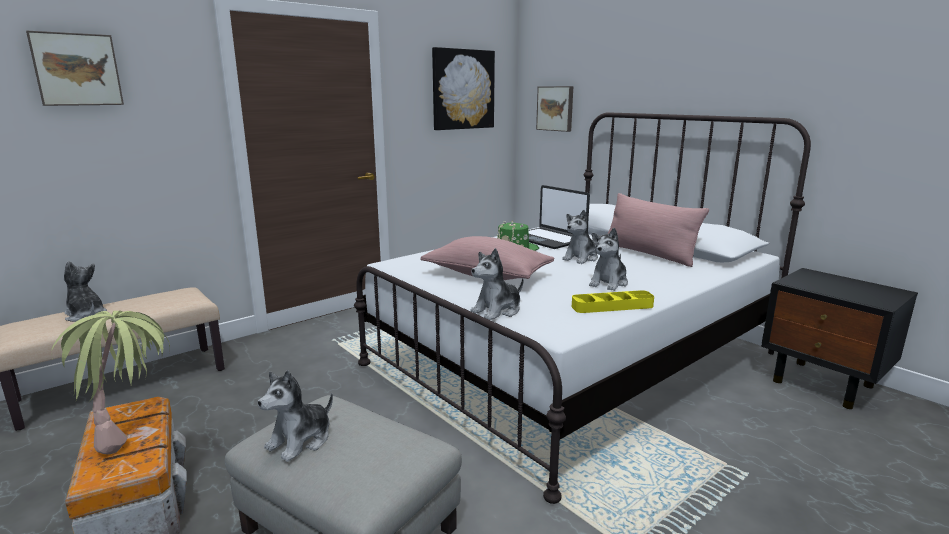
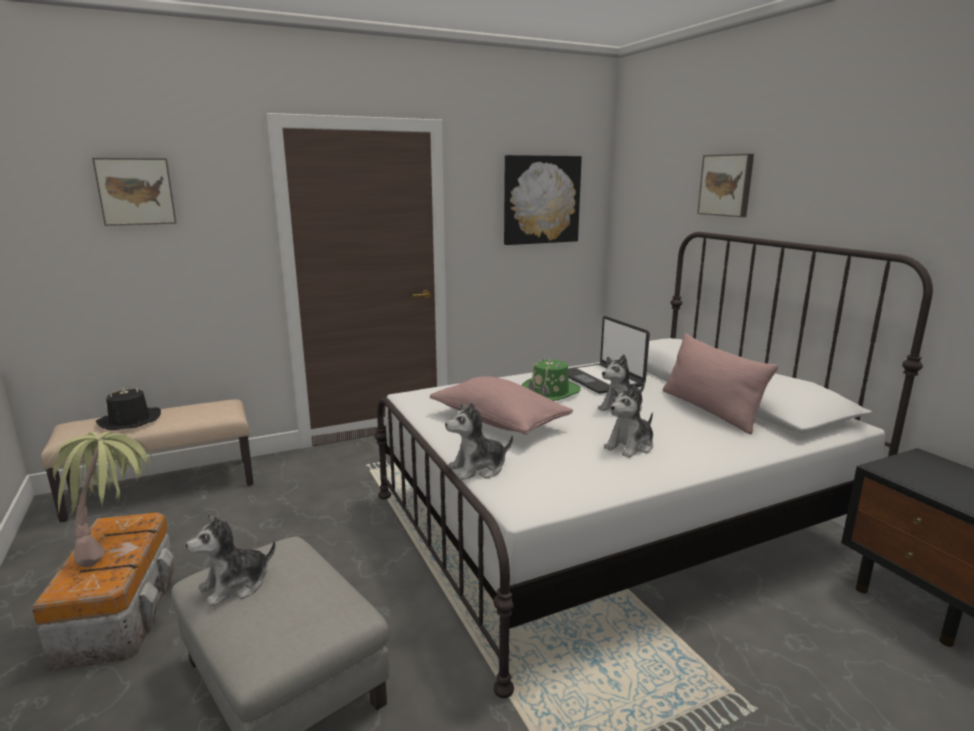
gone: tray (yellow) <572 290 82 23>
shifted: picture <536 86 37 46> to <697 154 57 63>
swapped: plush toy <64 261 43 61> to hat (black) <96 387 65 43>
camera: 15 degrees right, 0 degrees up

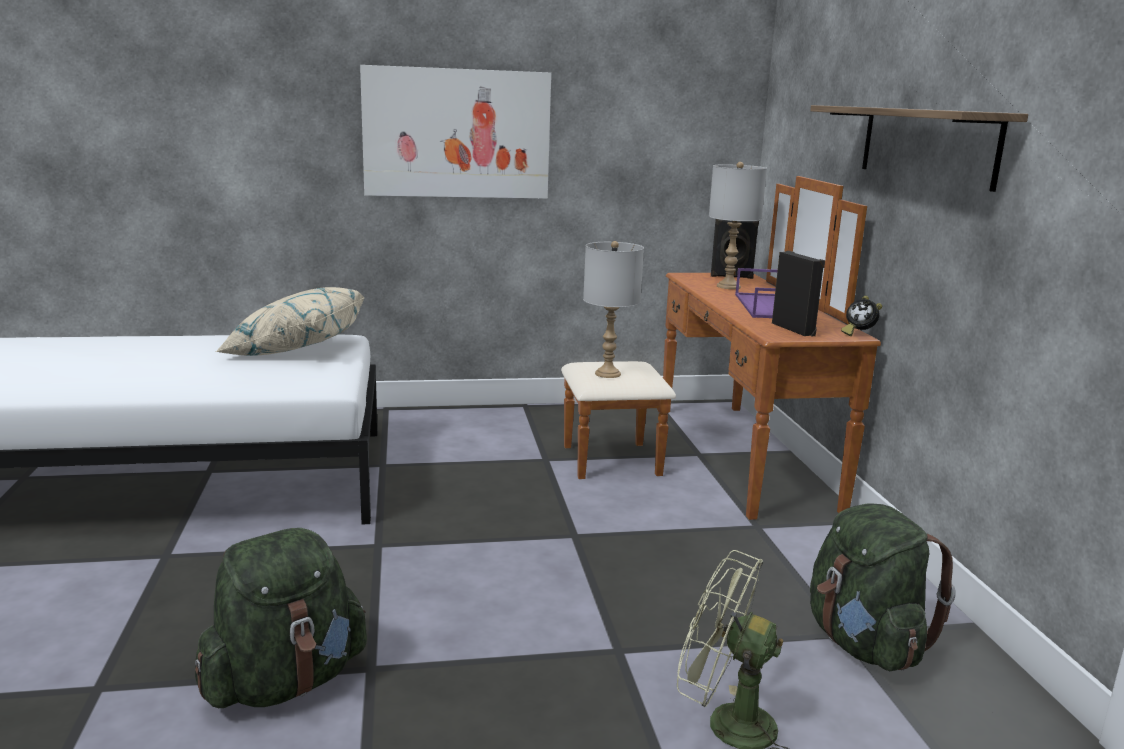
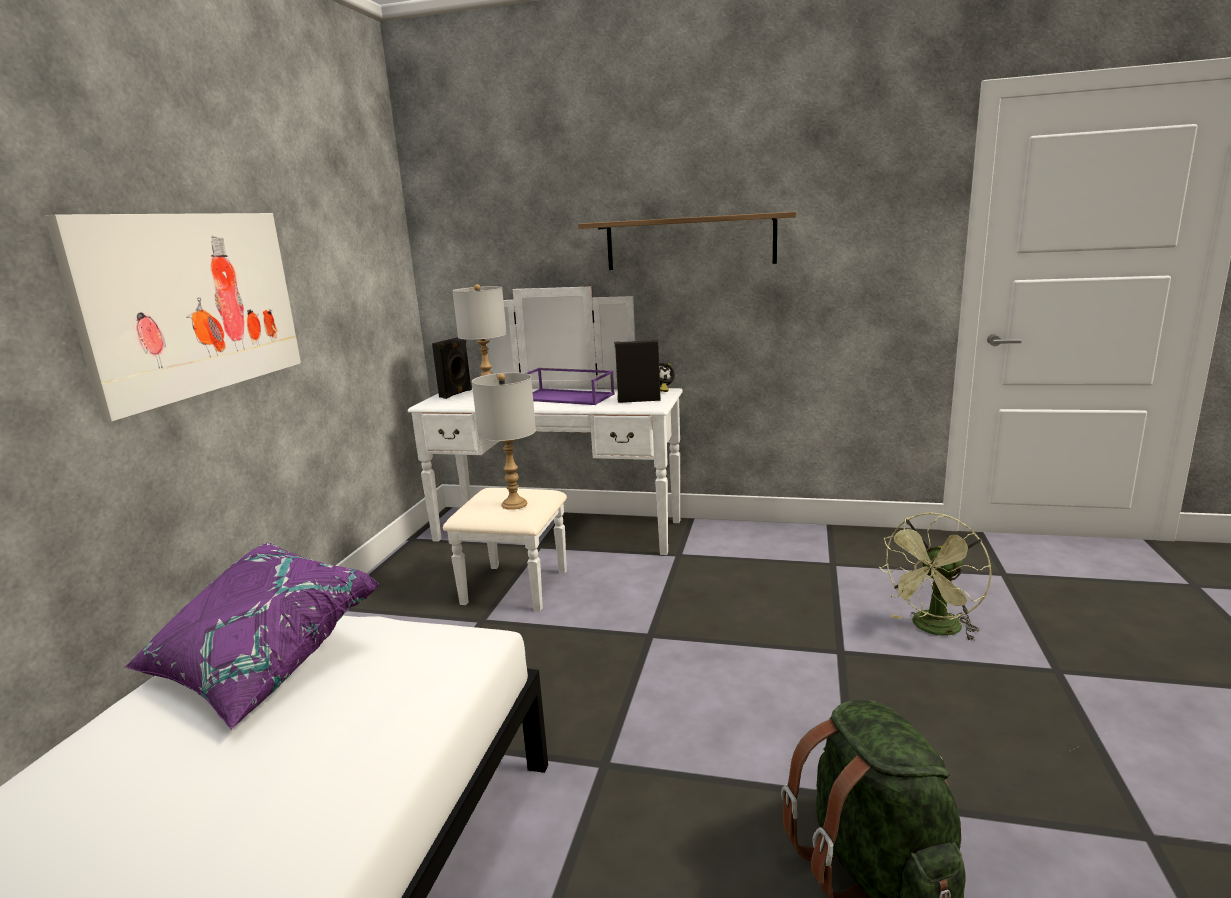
gone: backpack (green) <810 503 145 168>
repainted: pillow (beige) <216 287 149 69> to pillow (purple) <125 543 255 187>; dresser (brown) <561 176 320 344> to dresser (white) <408 286 275 325>
camera: 65 degrees left, 0 degrees up

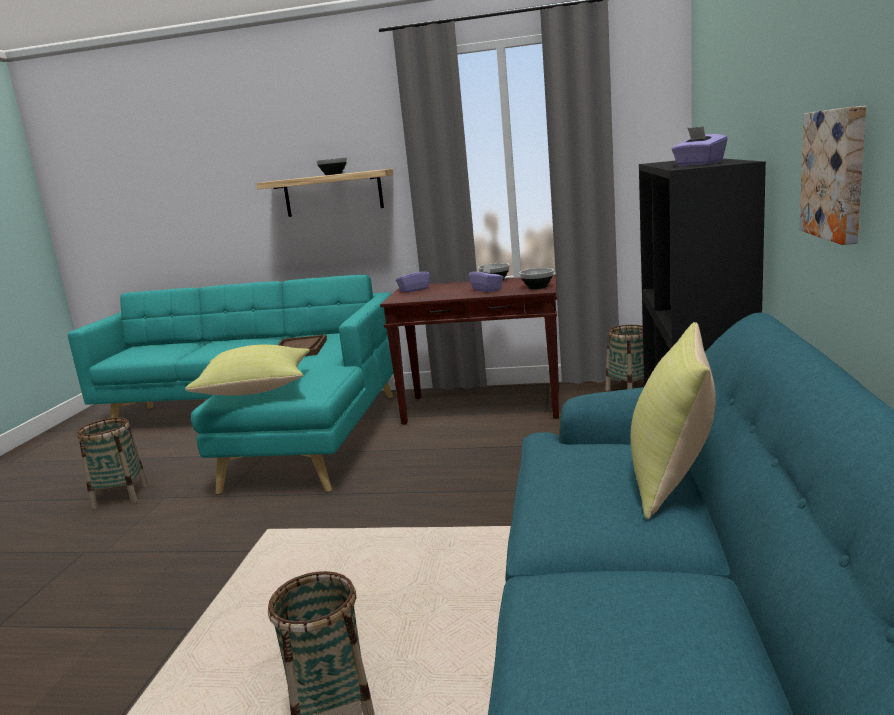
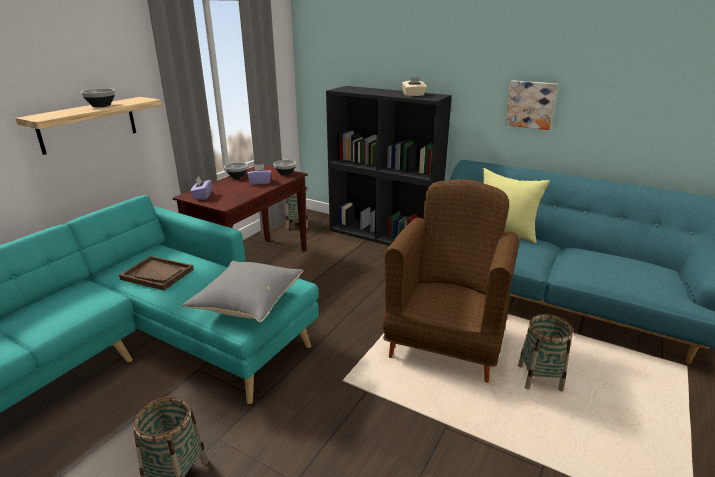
new: armchair (brown) <382 179 138 204>
repainted: pillow (yellow) <185 345 125 51> to pillow (grey) <182 261 121 61>; tissue box (purple) <672 126 56 40> to tissue box (beige) <402 77 25 19>
camera: 70 degrees left, 10 degrees up

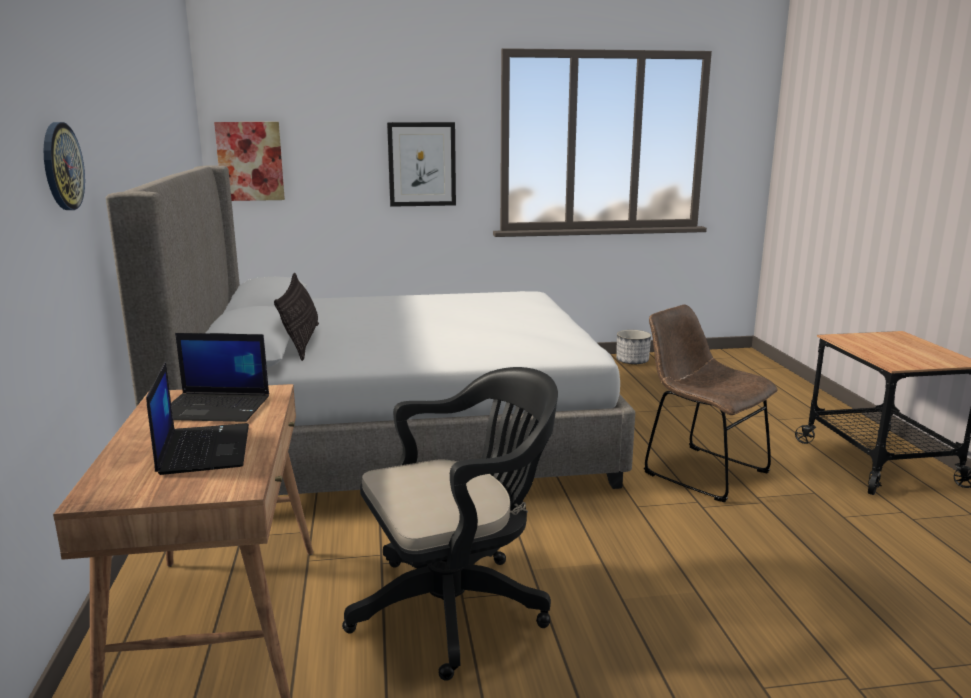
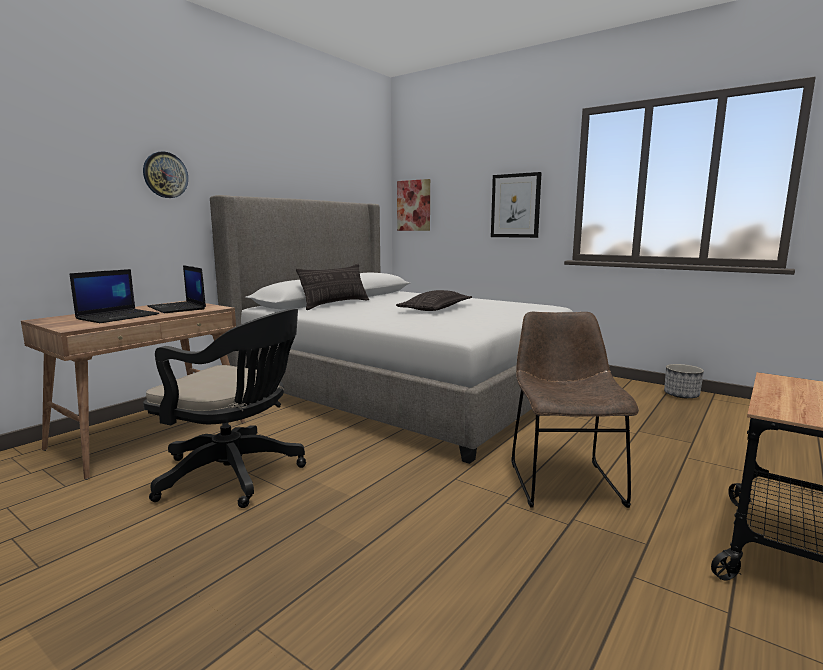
new: pillow <396 290 76 21>
camera: 45 degrees right, 5 degrees down

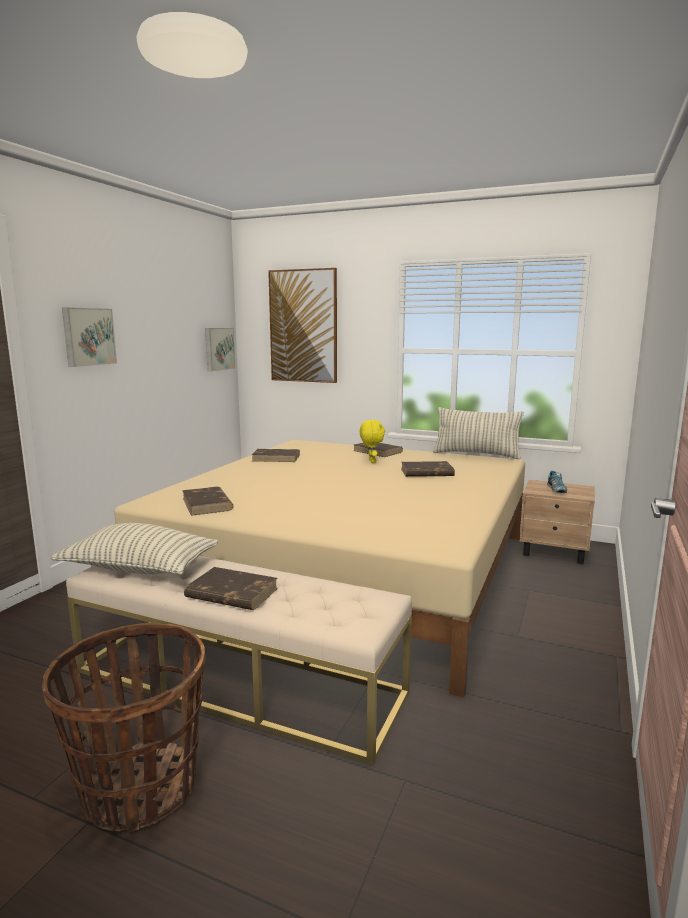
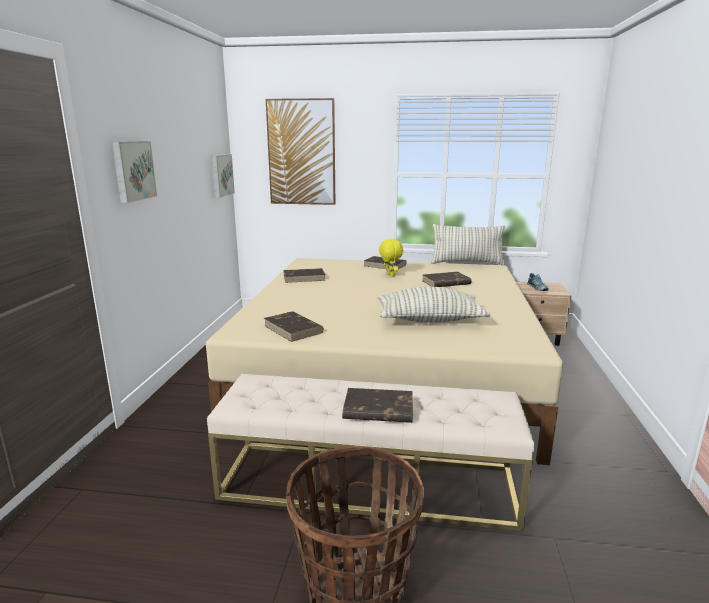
shifted: pillow <51 523 167 52> to <378 287 112 36>
camera: 15 degrees left, 5 degrees up

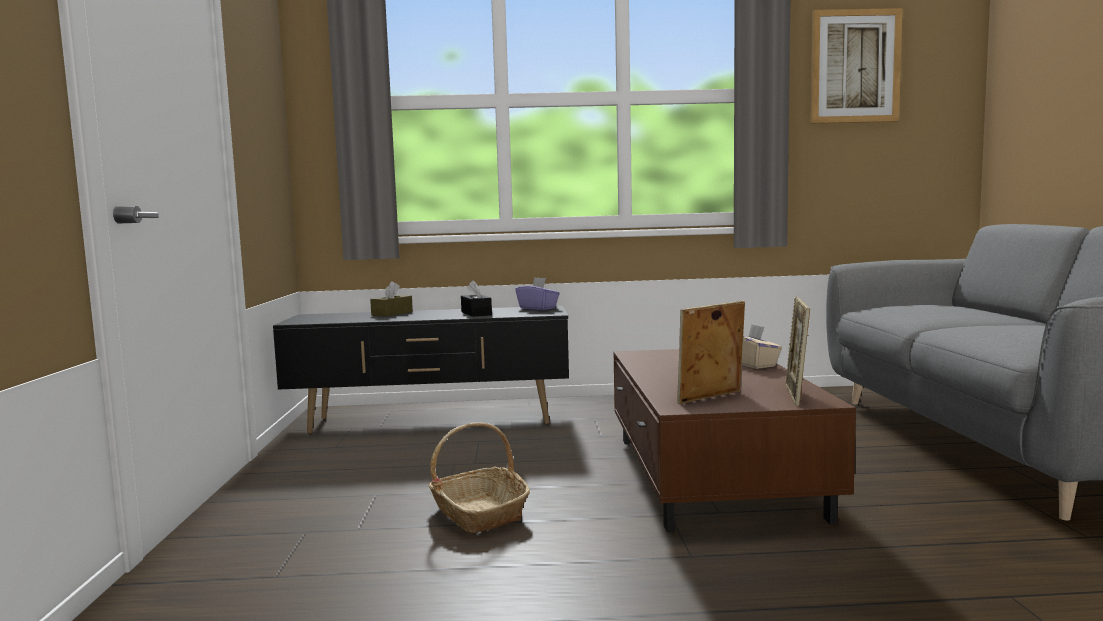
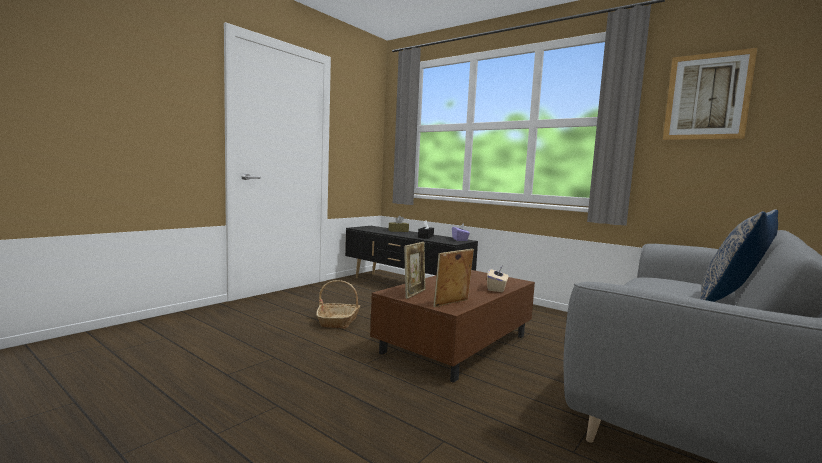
new: pillow <700 209 78 93>
rotated: picture frame <677 301 68 103> = <404 242 21 57> 105 degrees clockwise
camera: 40 degrees right, 0 degrees up

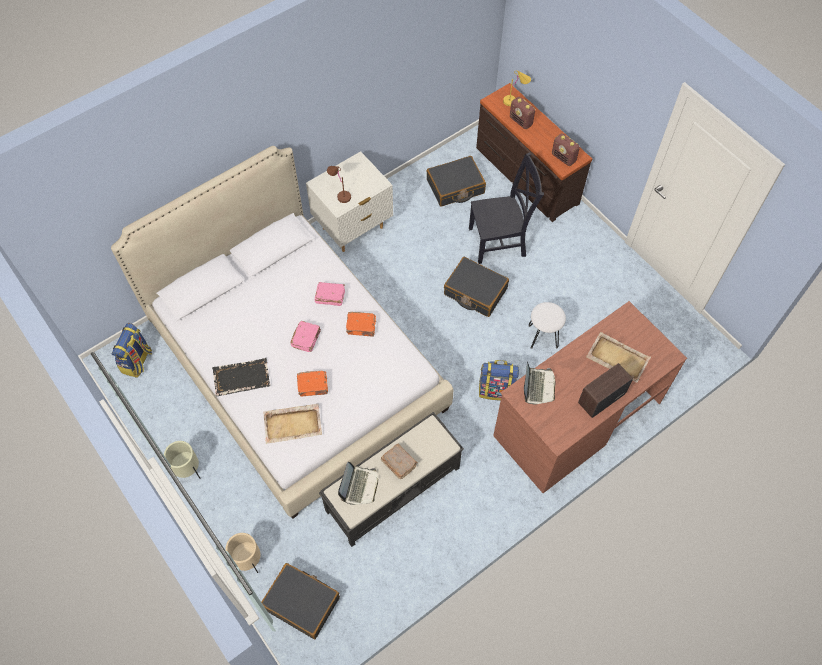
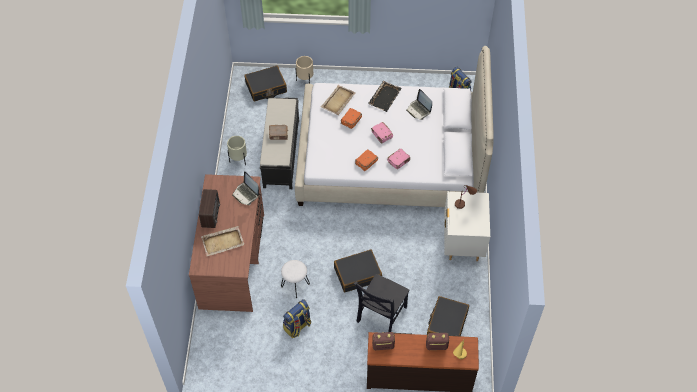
shifted: planter (beige) <164 441 36 38> to <227 136 20 29>; laptop <338 462 40 43> to <406 89 26 31>; backpack <479 360 40 41> to <283 299 28 39>
camera: 130 degrees right, 5 degrees down

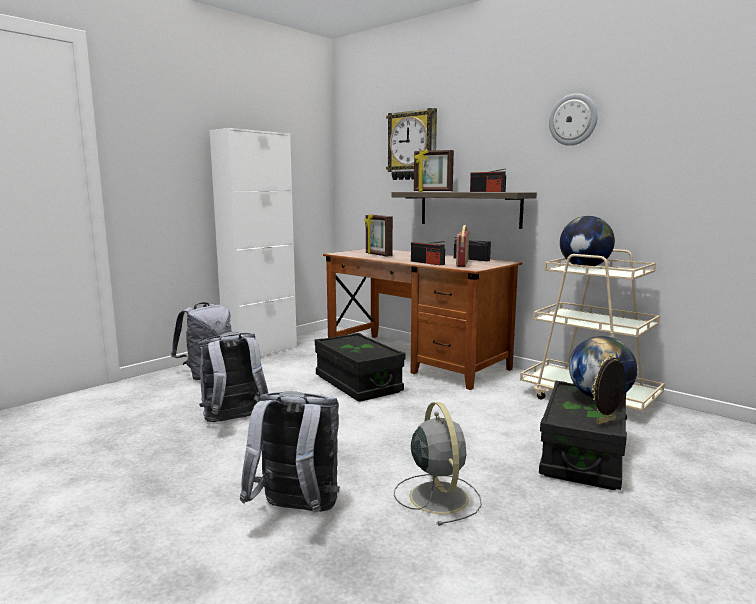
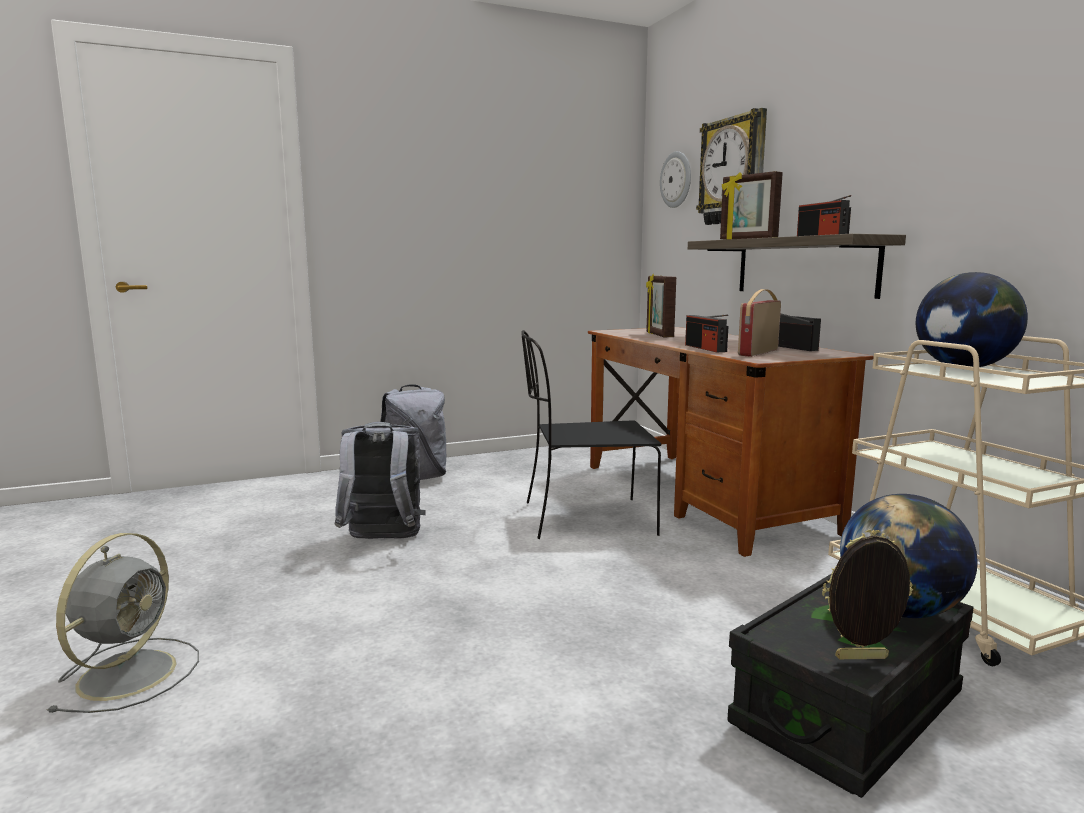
gone: cabinet (white) <210 128 87 229>; backpack (grey) <240 391 100 122>
shifted: fan (grey) <394 402 88 124> to <46 533 153 180>; wall clock <549 93 49 53> to <660 151 31 57>
swapped: storage box (black) <315 333 91 69> to chair (black) <522 330 139 209>
camera: 25 degrees right, 0 degrees up

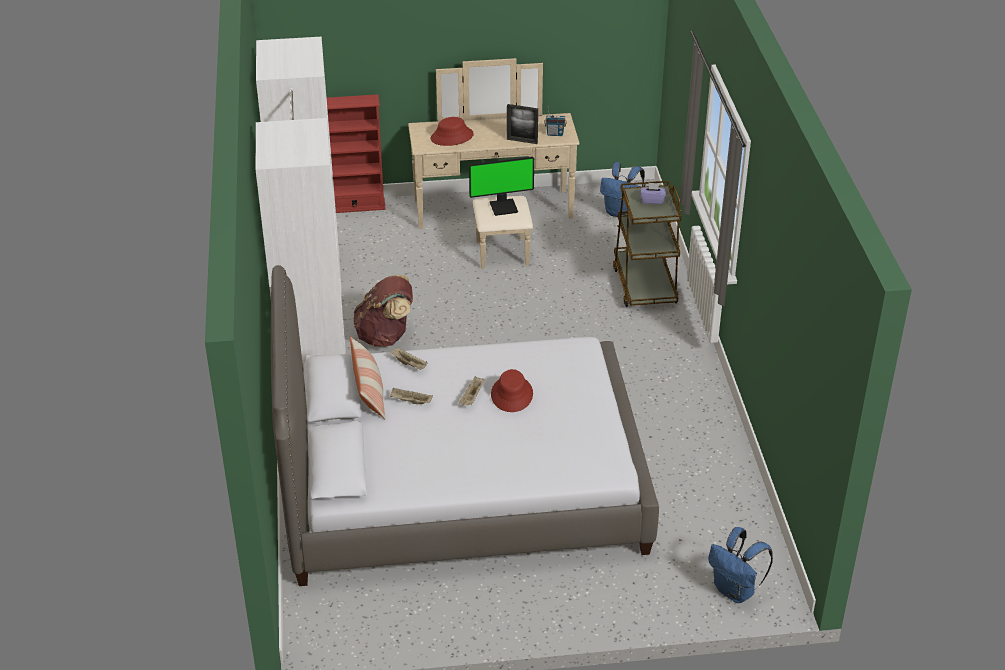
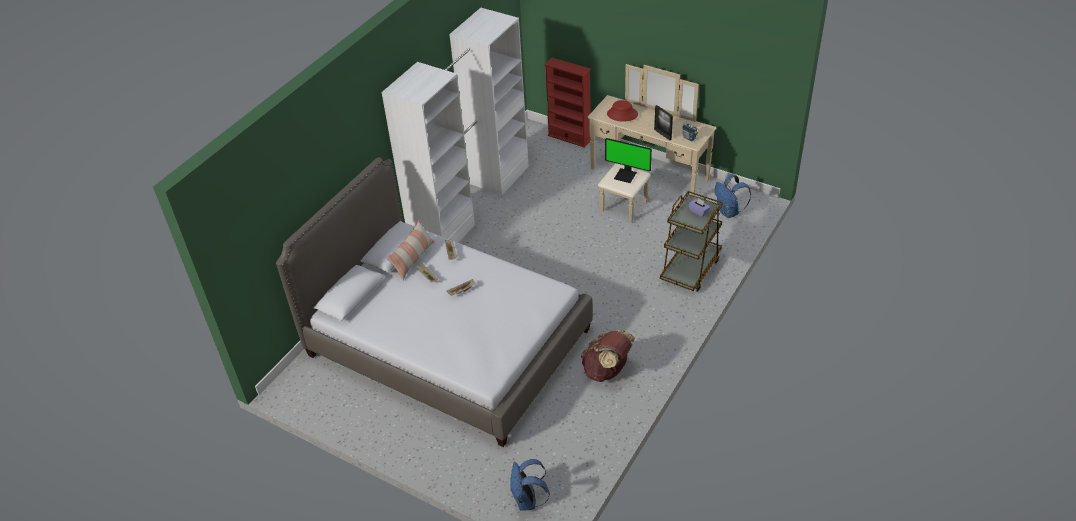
gone: hat (red) <491 369 42 43>
shifted: backpack (brown) <354 275 59 72> to <581 330 54 52>
camera: 40 degrees right, 5 degrees up

